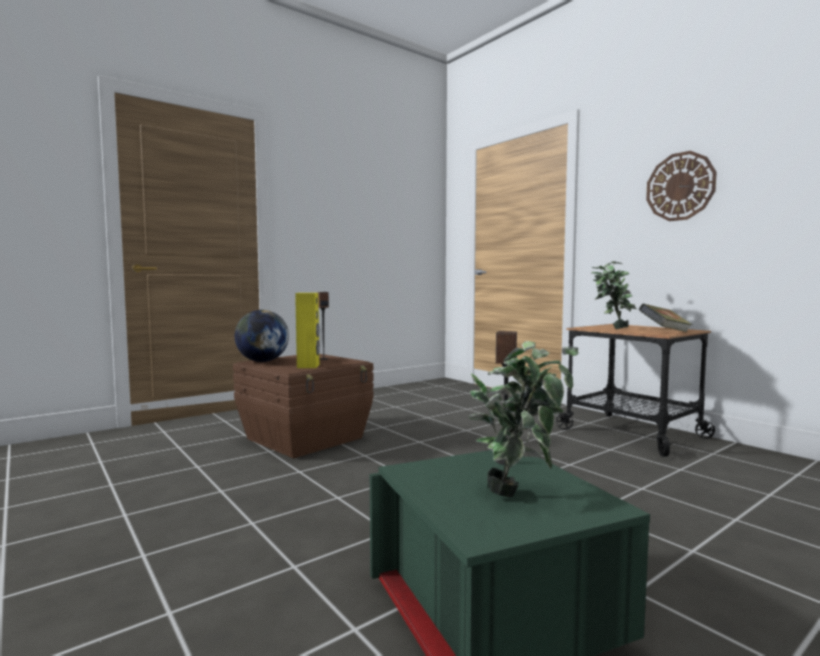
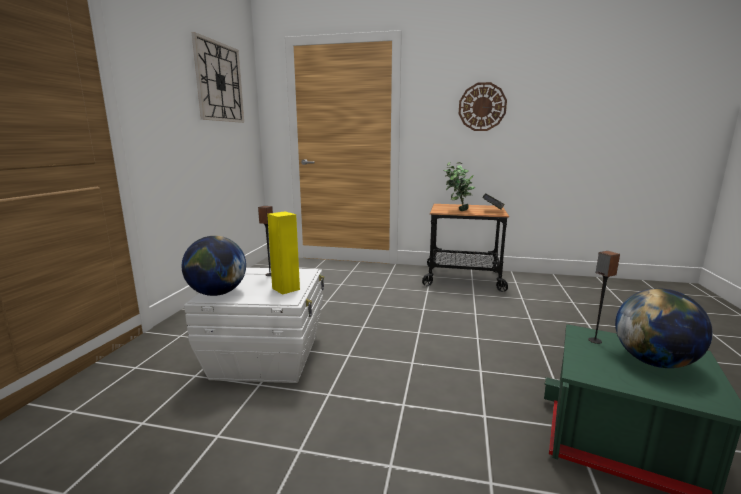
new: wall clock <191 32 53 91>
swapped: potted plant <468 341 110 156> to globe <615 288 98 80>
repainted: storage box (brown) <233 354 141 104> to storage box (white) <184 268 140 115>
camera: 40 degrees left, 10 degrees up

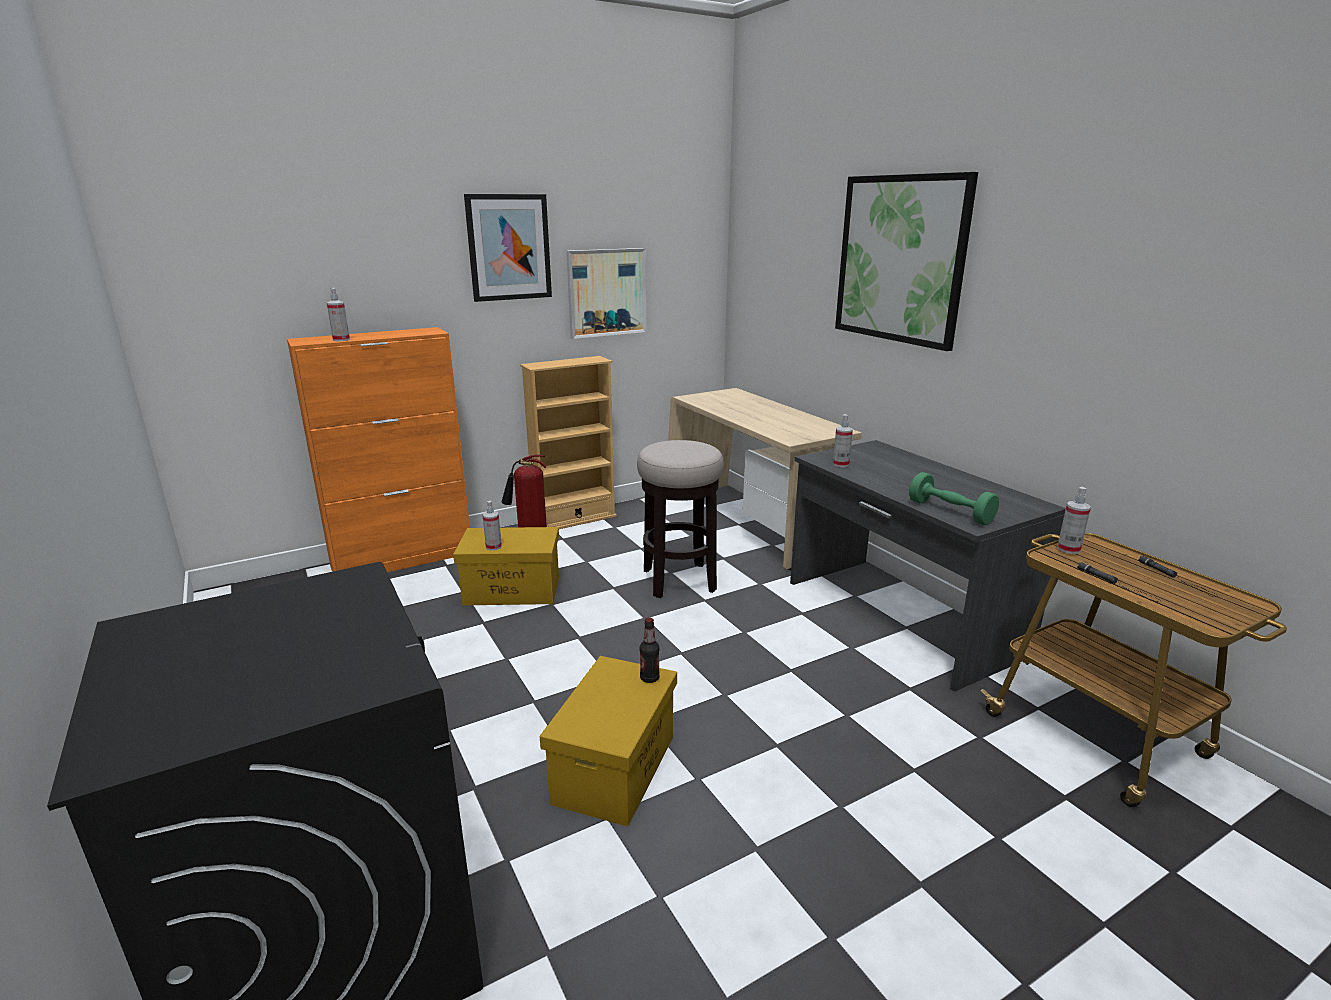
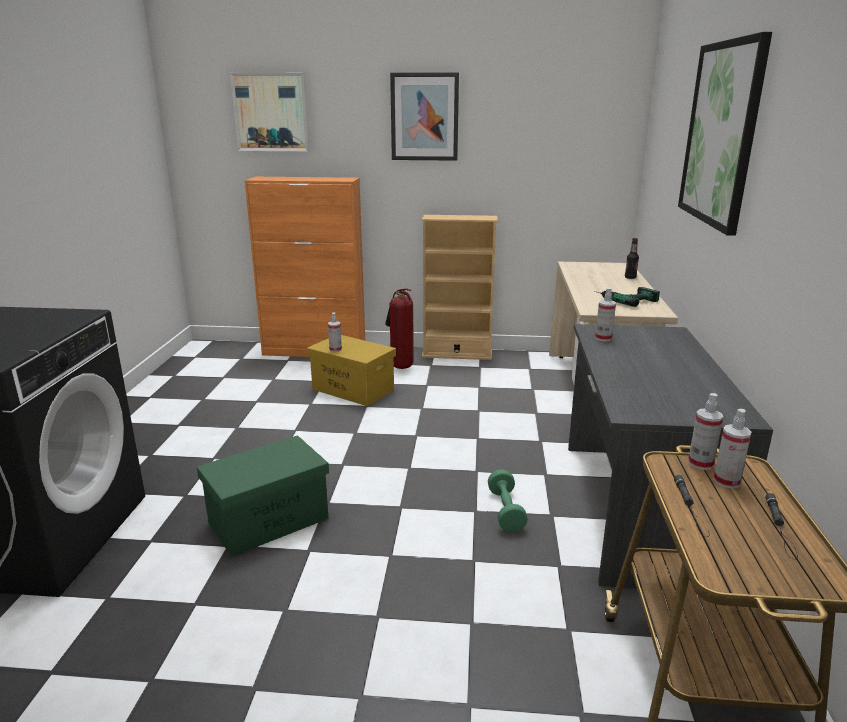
gone: stool <637 440 87 158>
new: power drill <594 287 66 20>
shifted: spray bottle <327 288 23 53> to <713 409 39 80>; picture <566 248 81 91> to <230 72 80 80>; bottle <640 617 20 66> to <625 238 14 41>; dumbbell (green) <909 472 90 53> to <488 469 40 63>
repainted: storage box (yellow) <540 656 137 171> to storage box (green) <197 435 132 122>
camera: 35 degrees right, 0 degrees up

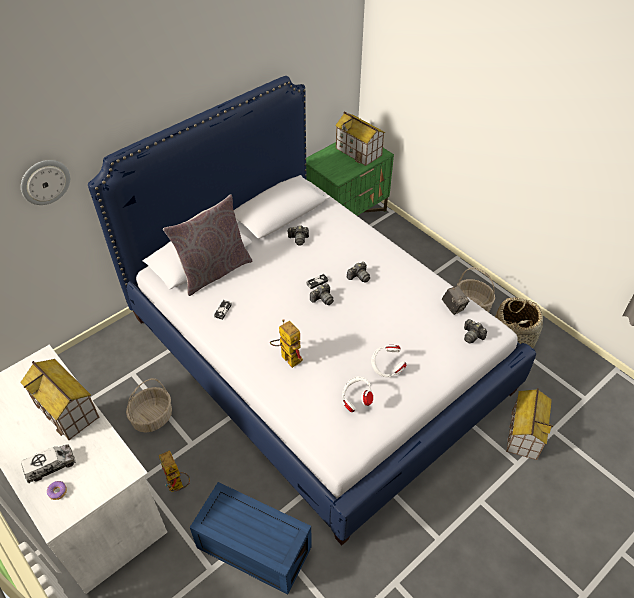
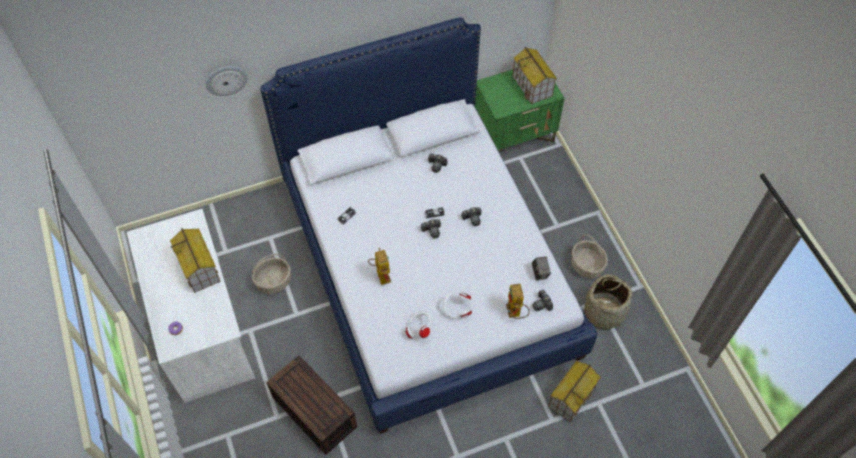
gone: toy truck <21 444 55 39>; pillow (grey) <163 195 89 101>
shifted: toy robot <159 450 31 42> to <506 284 24 35>
repainted: storage box (blue) <190 482 122 113> to storage box (brown) <266 355 91 100>
camera: 20 degrees right, 10 degrees up

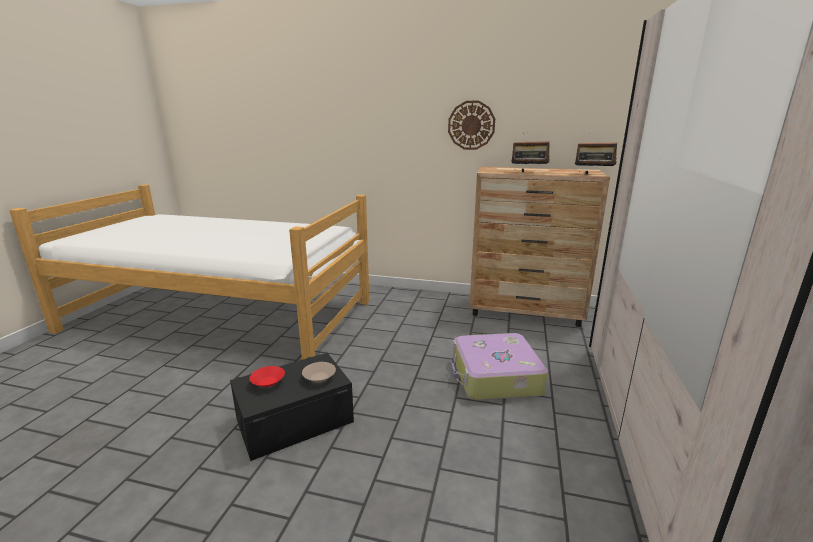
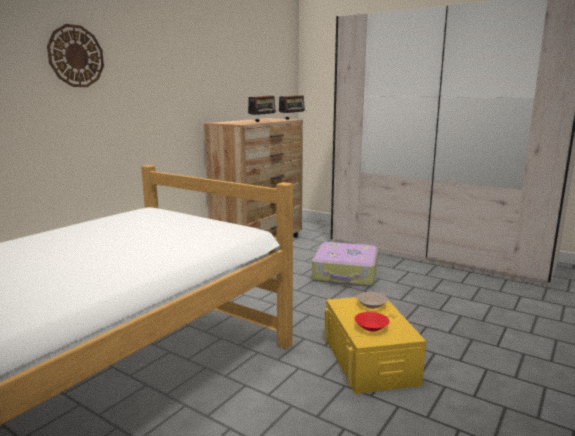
shifted: wall clock <448 101 47 49> to <47 24 57 63>
repainted: storage box (black) <230 353 124 108> to storage box (yellow) <324 297 102 97>
camera: 70 degrees left, 5 degrees down

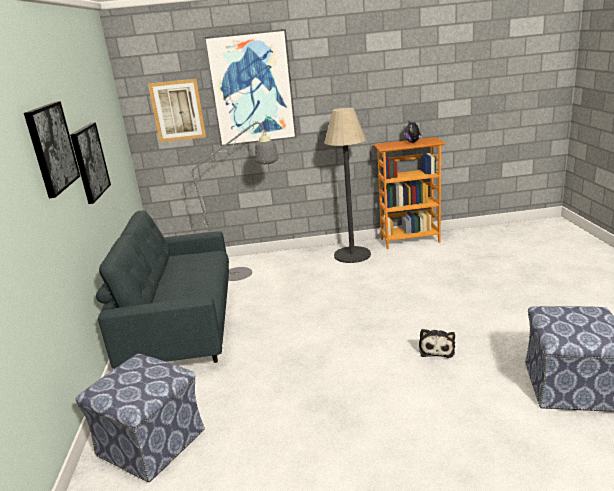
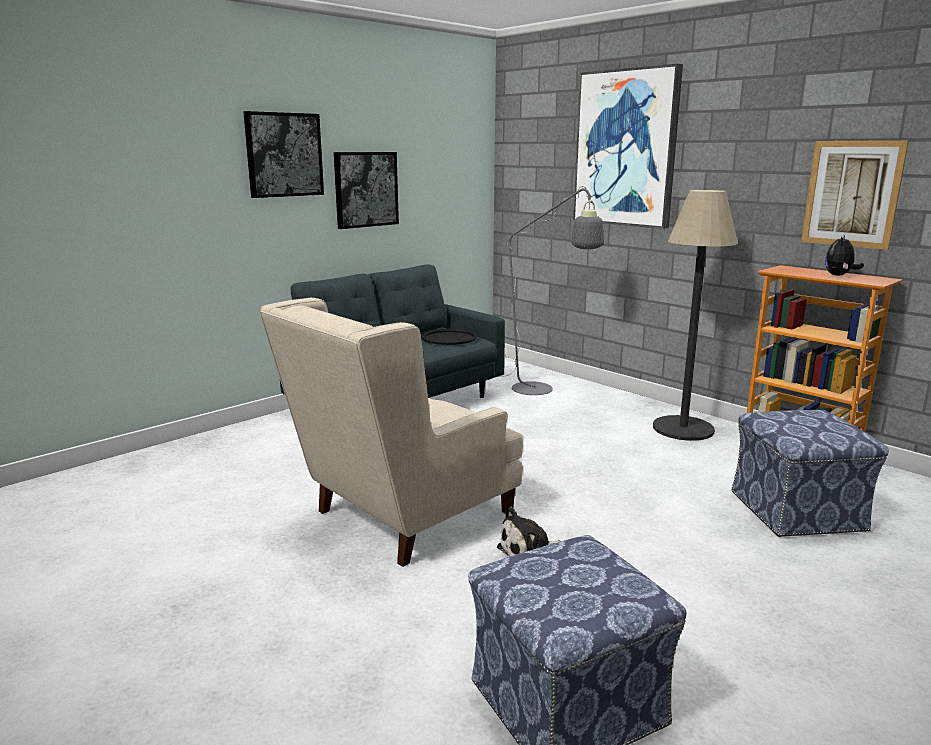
new: armchair (beige) <260 298 263 269>; tray (black) <421 329 56 16>
shifted: ottoman <76 354 129 128> to <731 410 158 127>; picture <148 79 58 63> to <801 140 108 110>
camera: 50 degrees right, 5 degrees down

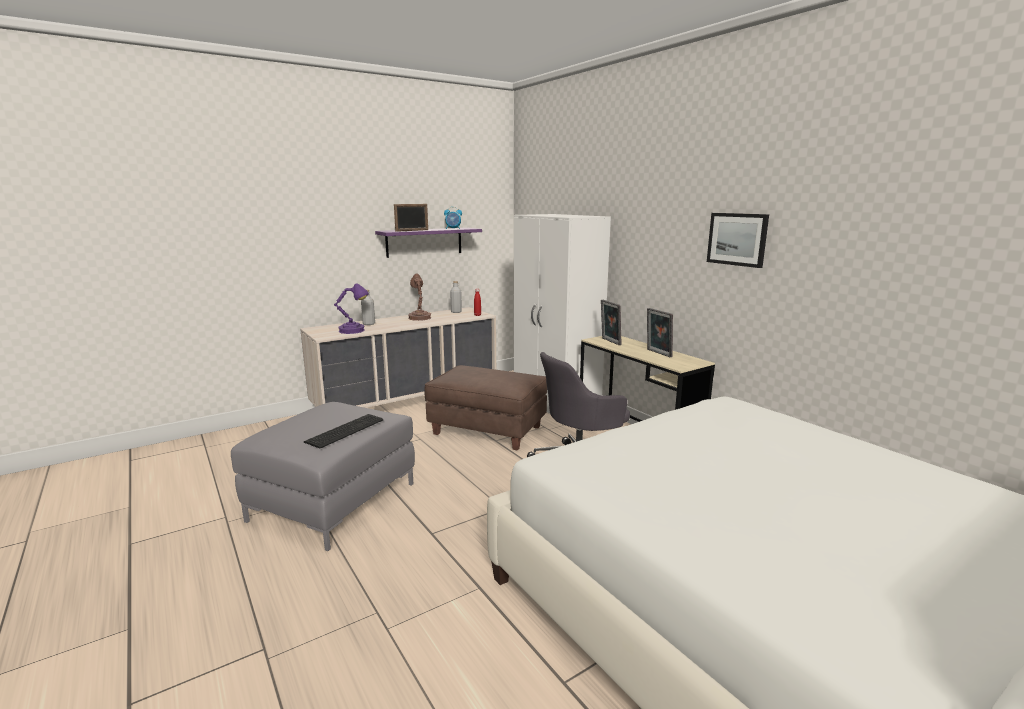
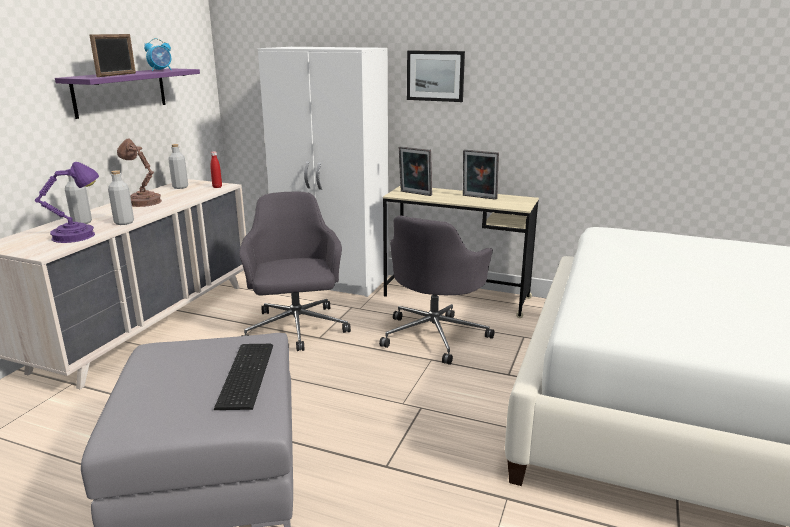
new: bottle (grey) <108 170 26 55>
shifted: picture <707 213 62 55> to <407 50 58 52>
swapped: ottoman (brown) <424 365 123 85> to office chair (grey) <239 192 112 159>
camera: 35 degrees left, 5 degrees up

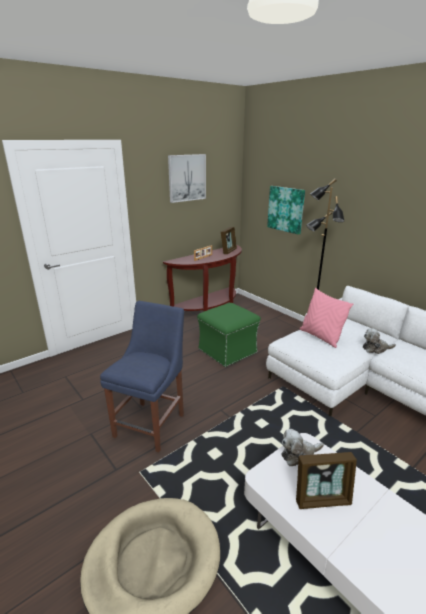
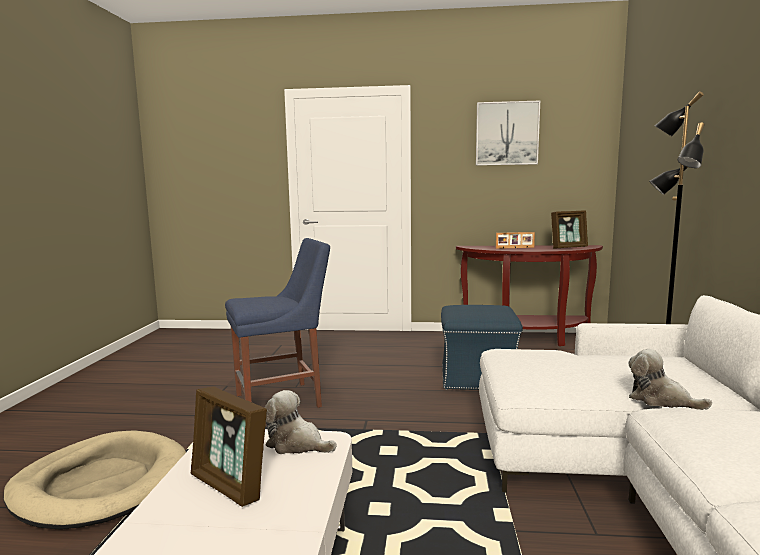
gone: picture <267 186 38 49>; pillow (pink) <300 288 53 60>
repainted: ottoman (green) <197 303 64 64> to ottoman (blue) <441 305 82 85>
camera: 45 degrees right, 15 degrees down

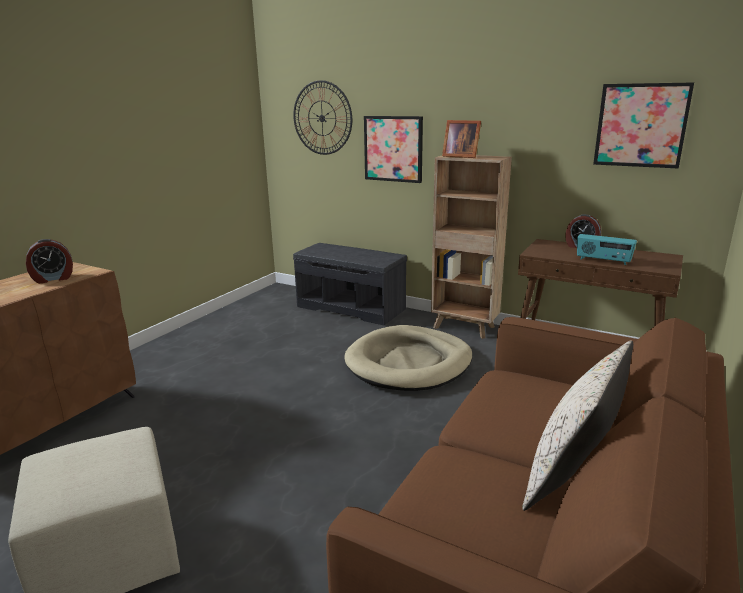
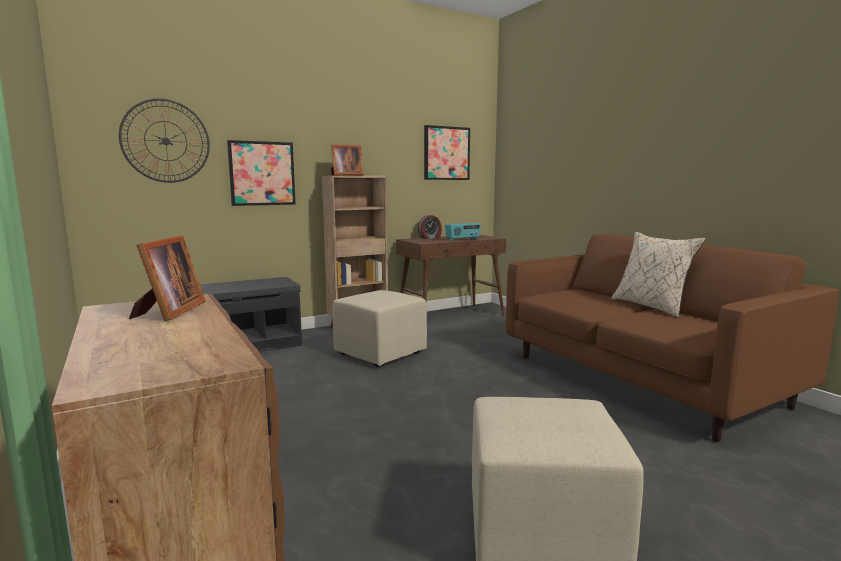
swapped: alarm clock <26 239 47 45> to picture frame <129 235 77 86>; dog bed (beige) <344 325 128 66> to ottoman (beige) <333 290 94 76>
camera: 60 degrees left, 10 degrees down

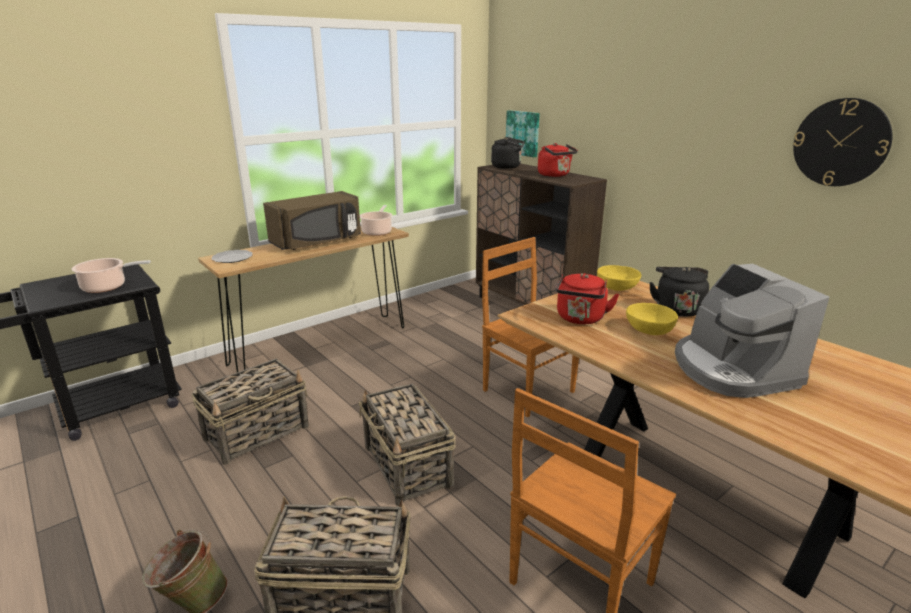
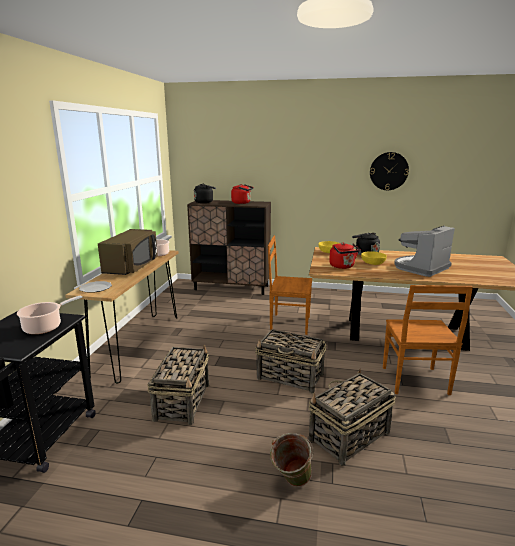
gone: picture <506 110 34 47>
rotated: coffee machine <675 264 154 134> = <395 226 60 51> 105 degrees clockwise
camera: 40 degrees left, 5 degrees down

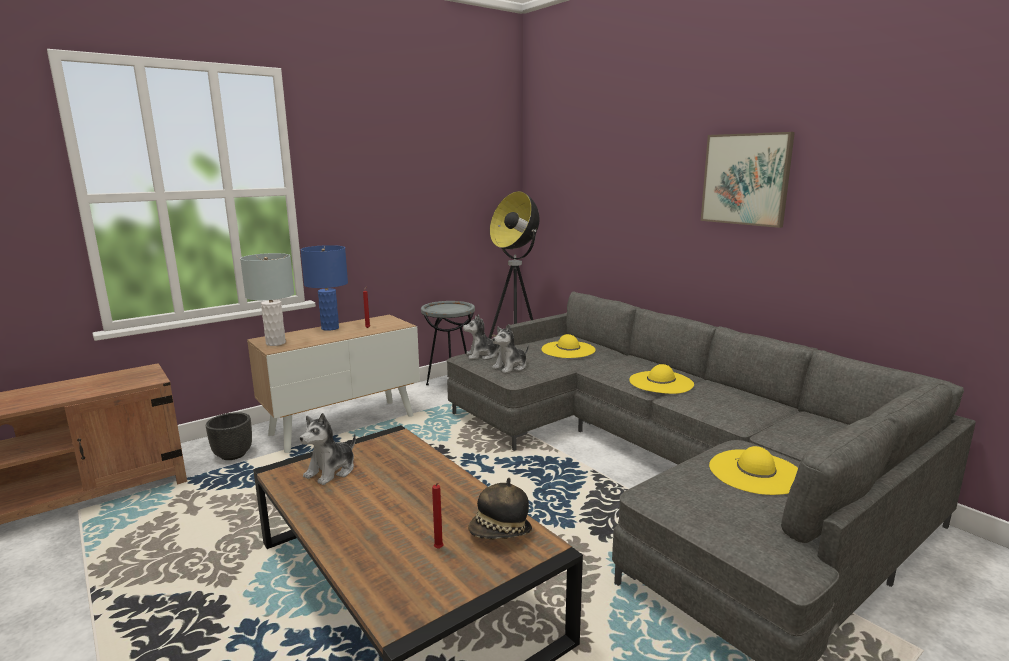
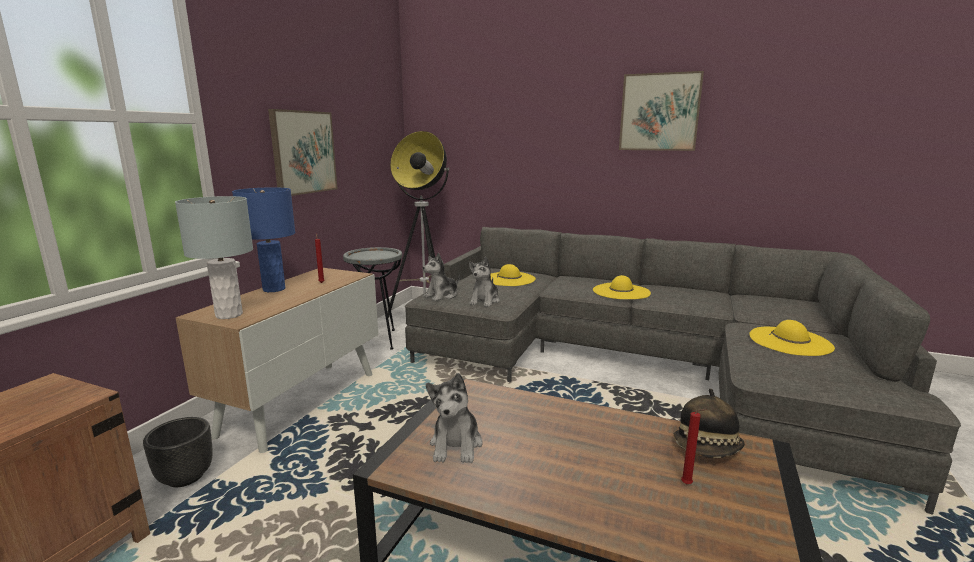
new: picture <268 109 69 87>
camera: 30 degrees left, 0 degrees up

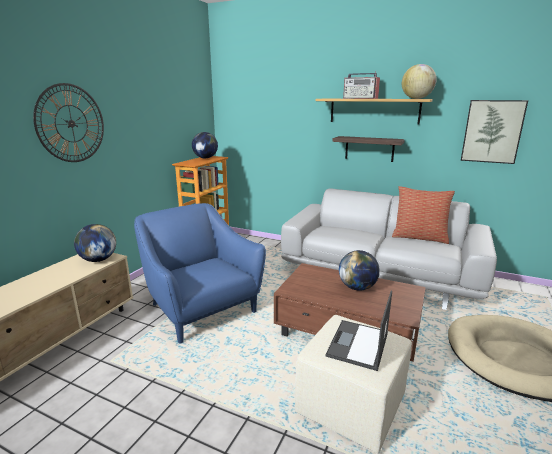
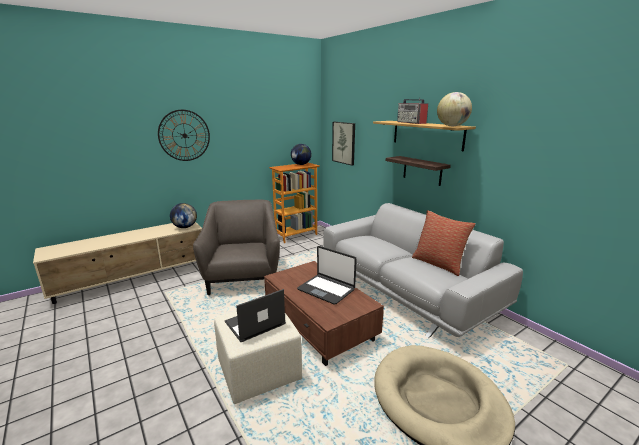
shifted: picture <461 100 67 64> to <332 122 23 43>
swapped: globe <339 250 41 41> to laptop <297 246 60 59>
repainted: armchair (blue) <134 203 132 141> to armchair (grey) <193 199 87 96>
camera: 30 degrees right, 0 degrees up

